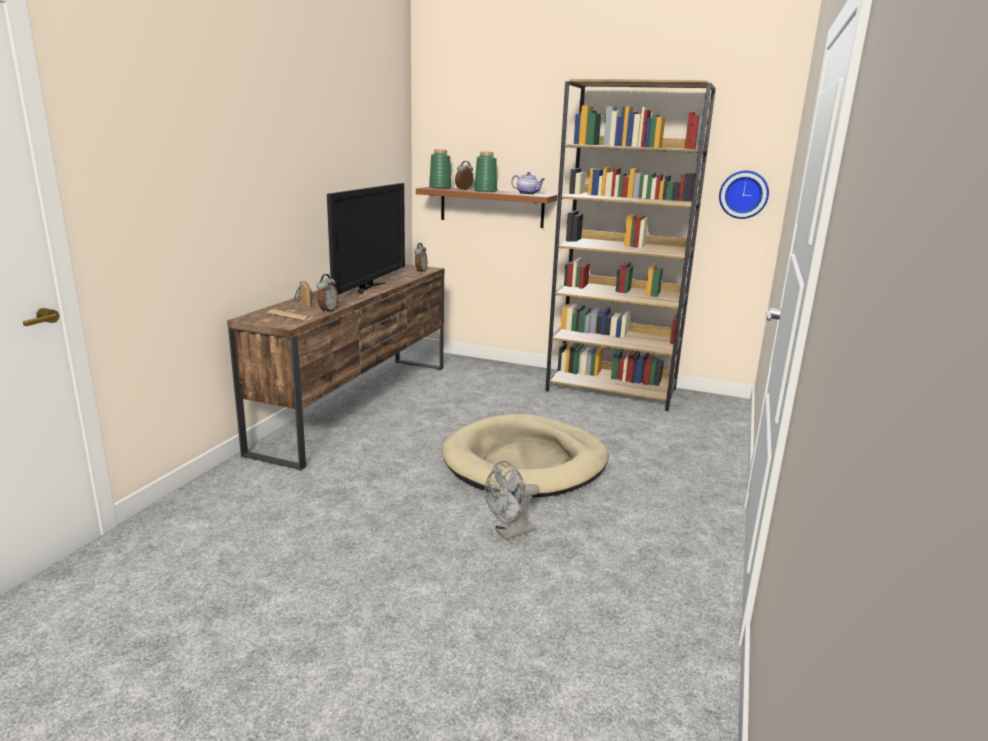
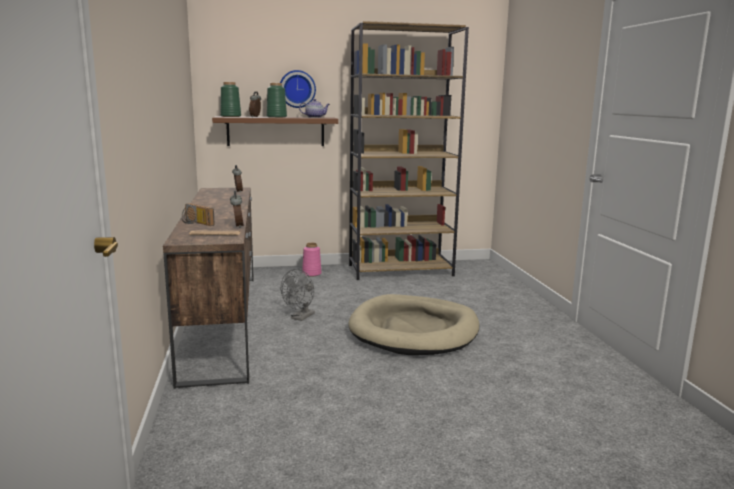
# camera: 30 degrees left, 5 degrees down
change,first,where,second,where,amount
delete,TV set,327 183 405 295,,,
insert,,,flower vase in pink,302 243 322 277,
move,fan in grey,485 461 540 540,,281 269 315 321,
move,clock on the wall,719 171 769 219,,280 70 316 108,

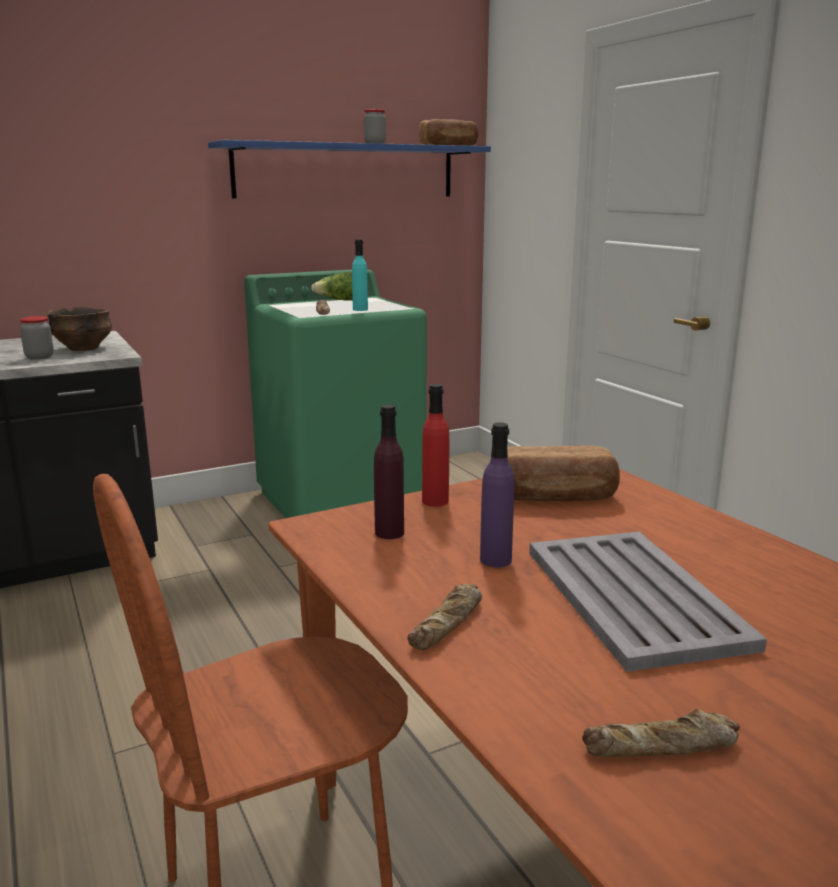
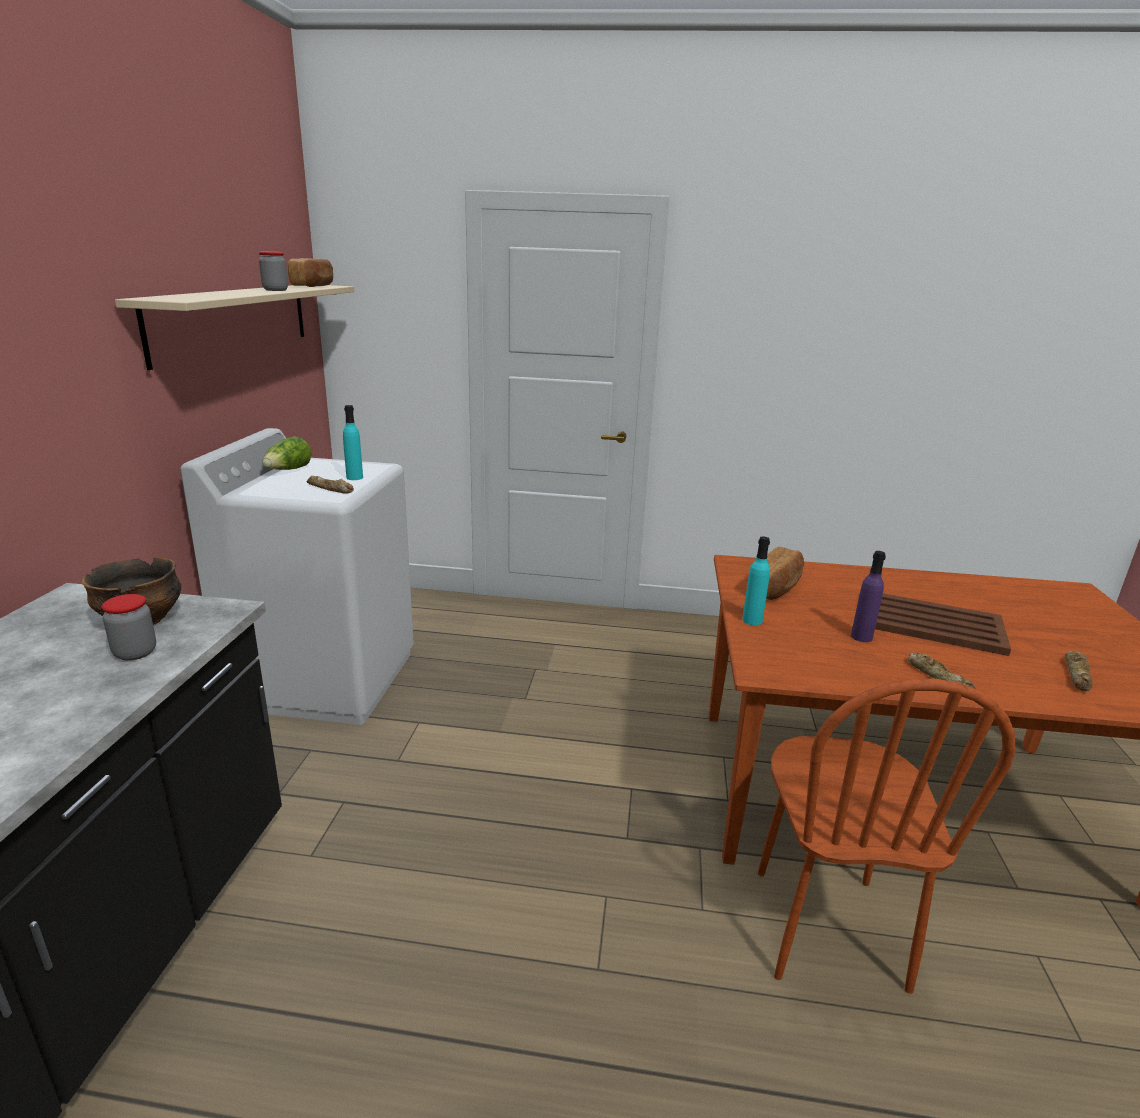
# camera: 55 degrees left, 5 degrees up
change,first,where,second,where,amount
delete,bottle in purple,374 404 404 539,,,
recolor,shelf in blue,208 140 491 198,shelf in sand-coloured,115 285 354 370,
recolor,laundry machine in greenish,244 269 427 518,laundry machine in white,180 428 414 725,
recolor,bottle in red-coloured,422 384 449 507,bottle in turquoise-coloured,742 536 770 625,
recolor,serving tray in grey,529 532 767 672,serving tray in brown-coloured,875 593 1011 656,

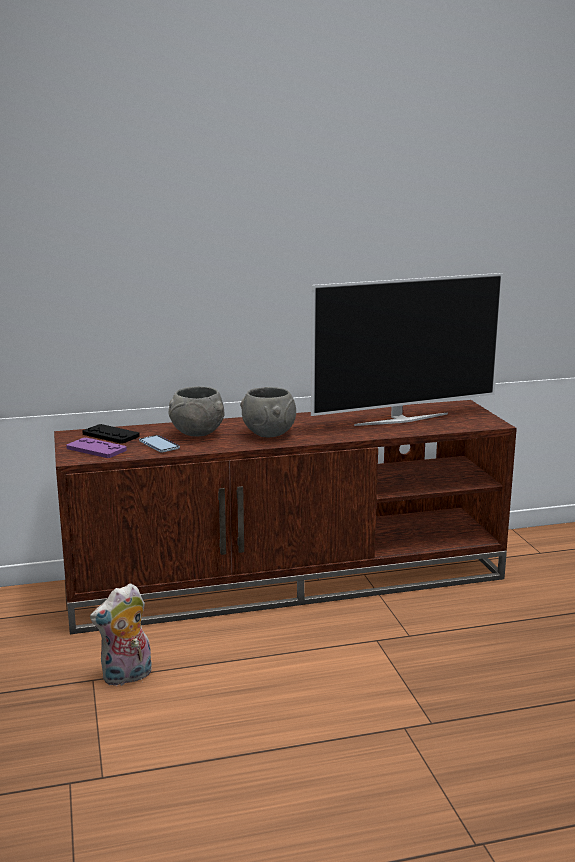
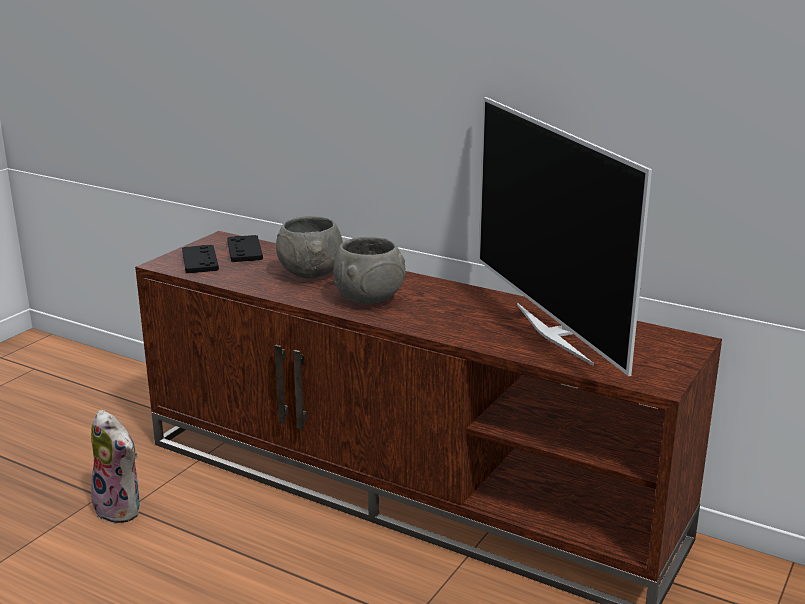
# camera: 45 degrees right, 5 degrees up
change,first,where,second,where,amount
delete,handset,139 435 180 452,,,
recolor,gamepad in purple,66 438 127 458,gamepad in black,182 245 219 273,
rotate,plush toy,90 583 152 686,,91 410 139 524,150 degrees counterclockwise
rotate,TV set,311 273 503 426,,478 97 652 376,45 degrees clockwise

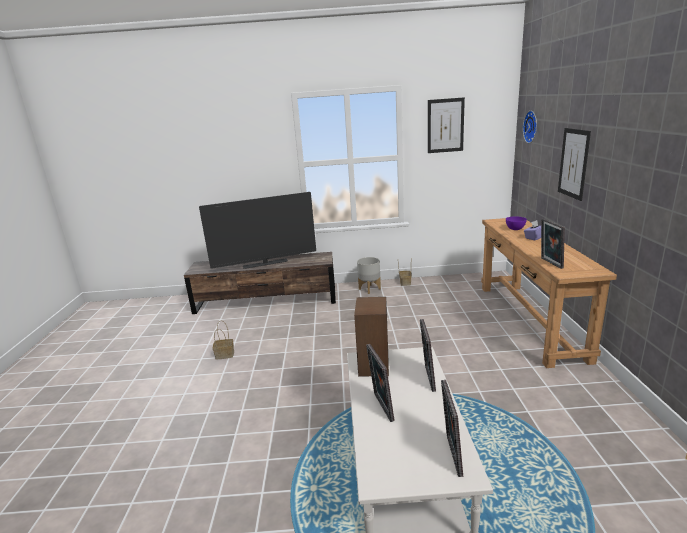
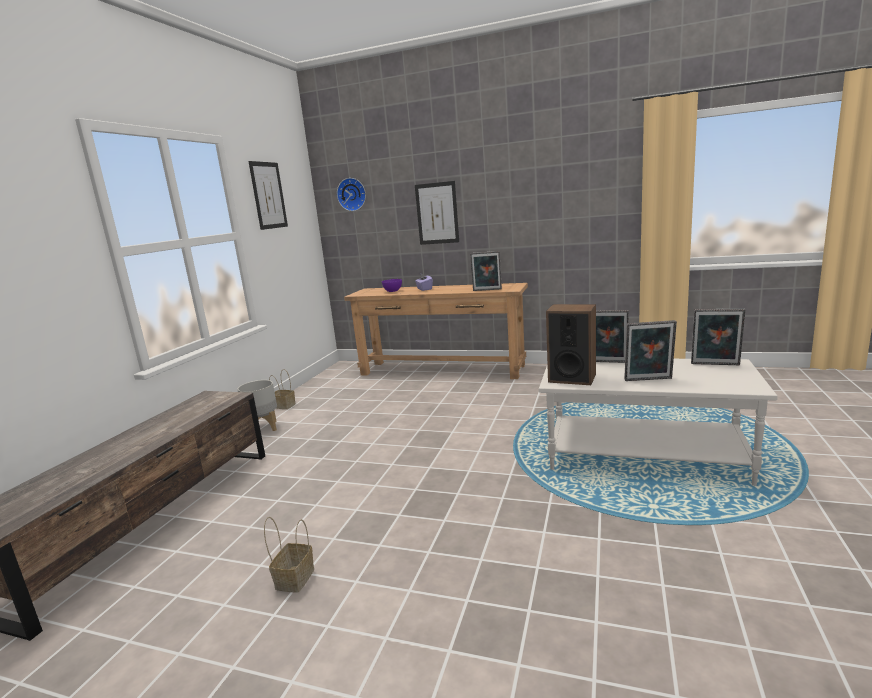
# camera: 70 degrees left, 5 degrees down
change,first,where,second,where,amount
delete,TV set,199 192 316 269,,,

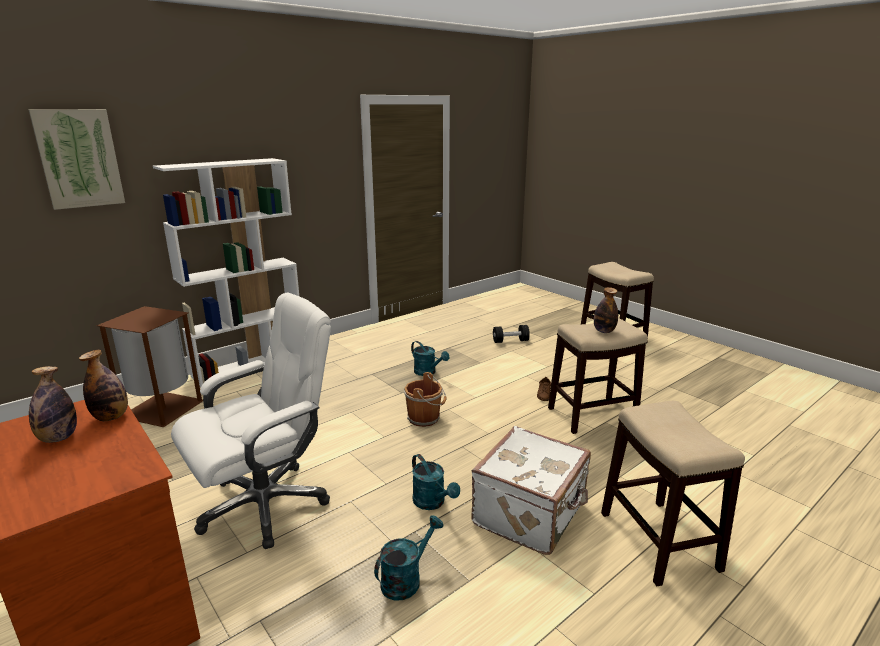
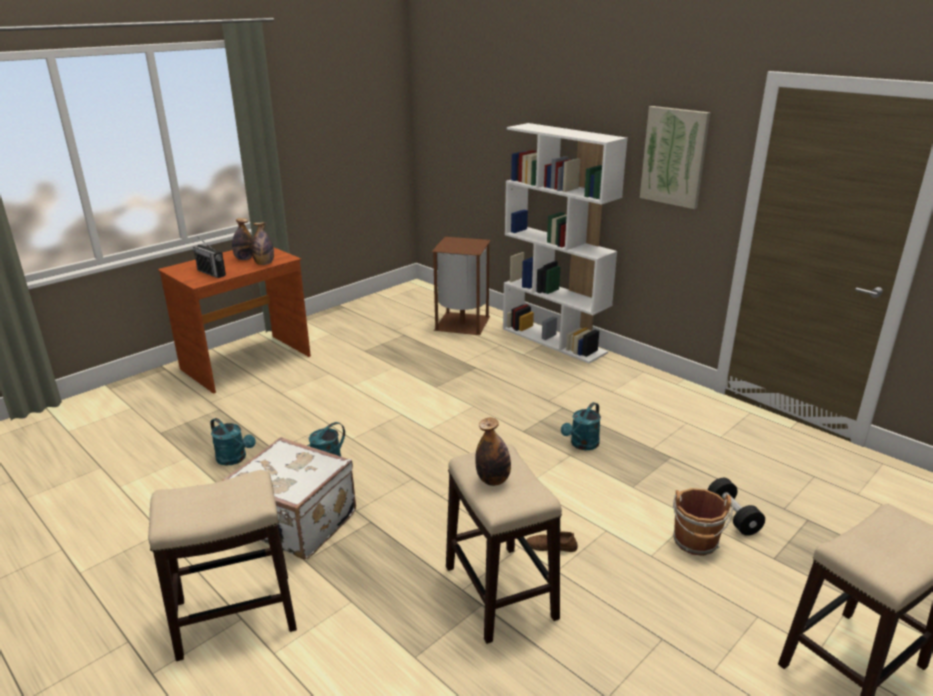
# camera: 85 degrees right, 5 degrees up
change,first,where,second,where,amount
delete,computer chair in white,171 293 331 549,,,
insert,,,radio set,193 236 226 278,
move,picture,29 109 125 210,,640 106 710 209,
move,pail in brown-coloured,404 372 447 427,,673 488 734 556,

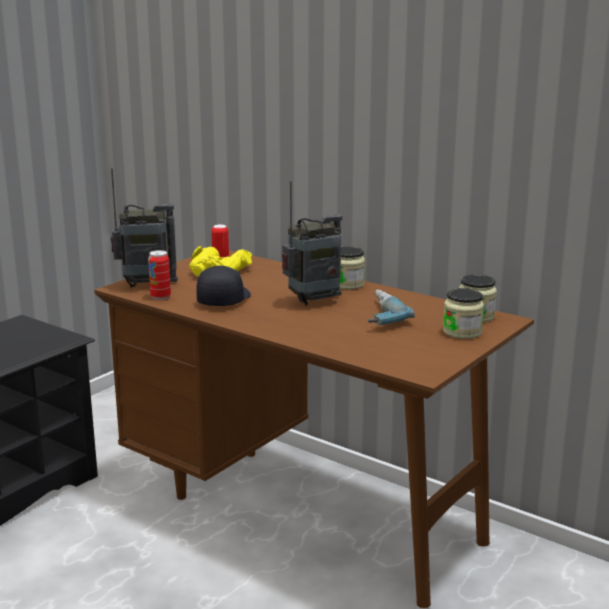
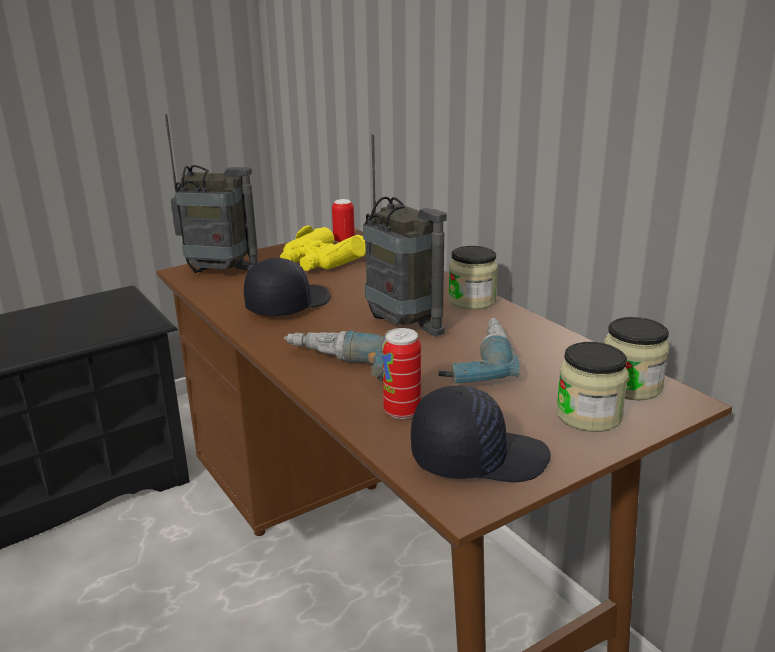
# camera: 20 degrees right, 5 degrees up
change,first,where,second,where,amount
insert,,,drill,284 331 385 381,
insert,,,peaked cap in black,411 385 551 482,
move,sealed can,148 250 171 300,,382 328 421 419,
rotate,radio set,282 181 343 306,,363 134 447 336,60 degrees clockwise

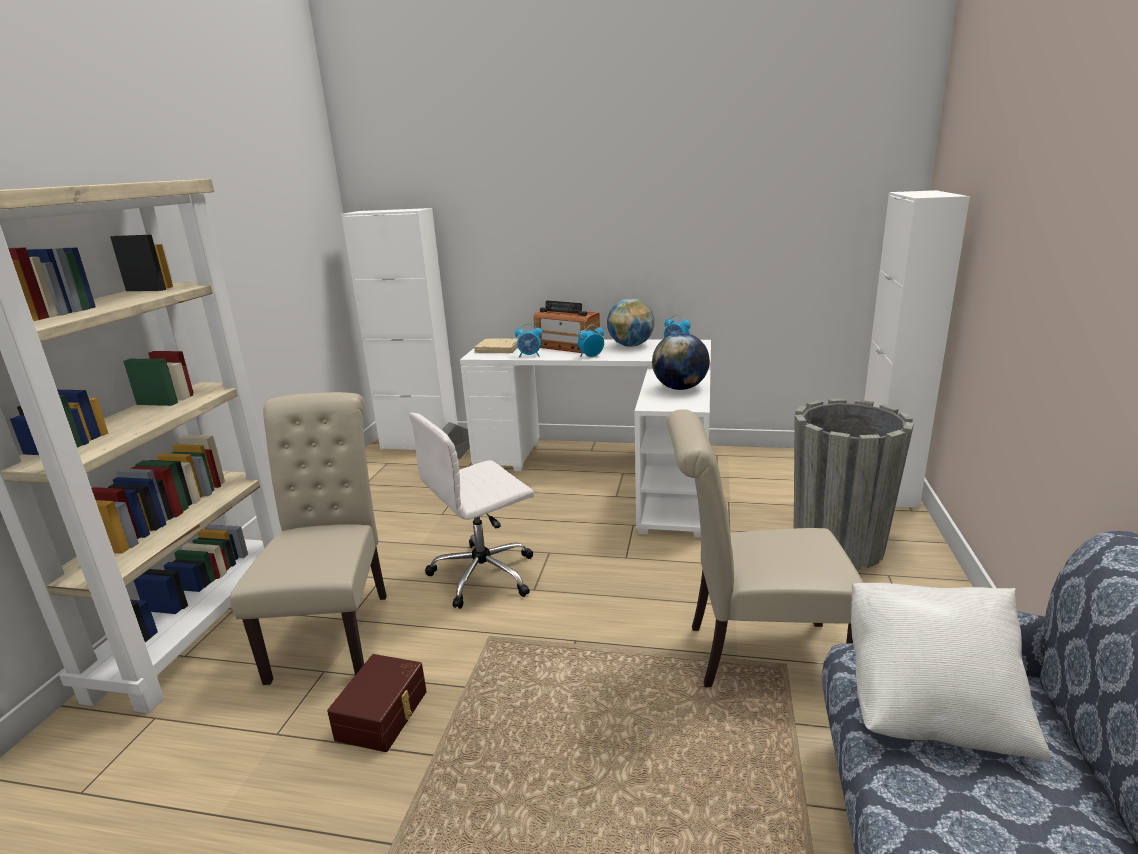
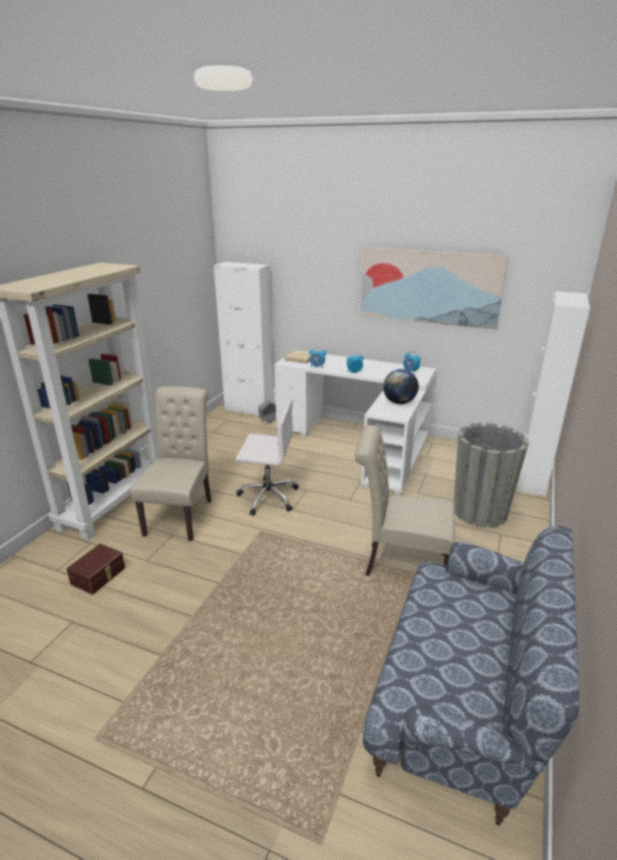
# camera: 10 degrees right, 5 degrees up
change,first,where,second,where,amount
delete,radio set,534 300 600 353,,,
delete,world globe,607 299 655 347,,,
delete,throw pillow in white,851 583 1050 761,,,
insert,,,picture,361 247 509 330,
move,storage box in brown-coloured,327 654 427 752,,67 544 125 595,
rotate,computer chair in white,409 413 534 609,,236 399 298 516,150 degrees counterclockwise

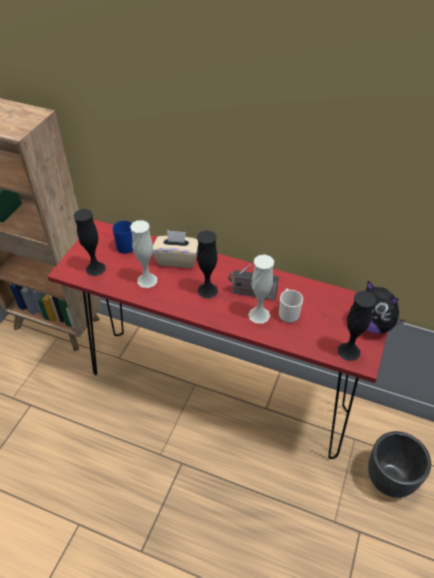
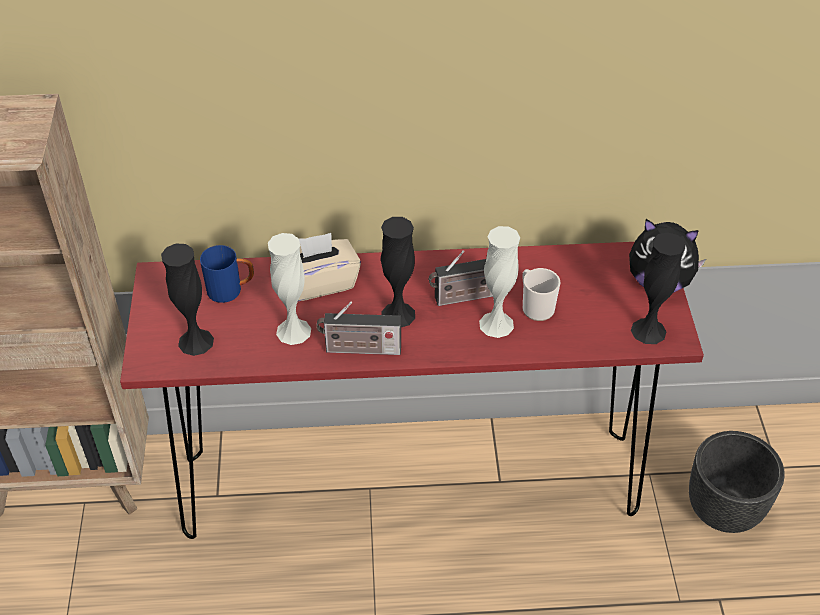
# camera: 25 degrees left, 0 degrees up
change,first,where,second,where,amount
insert,,,radio set,316 302 401 355,

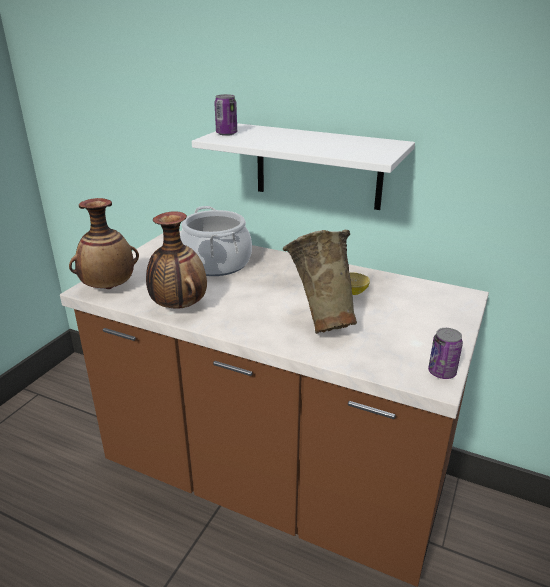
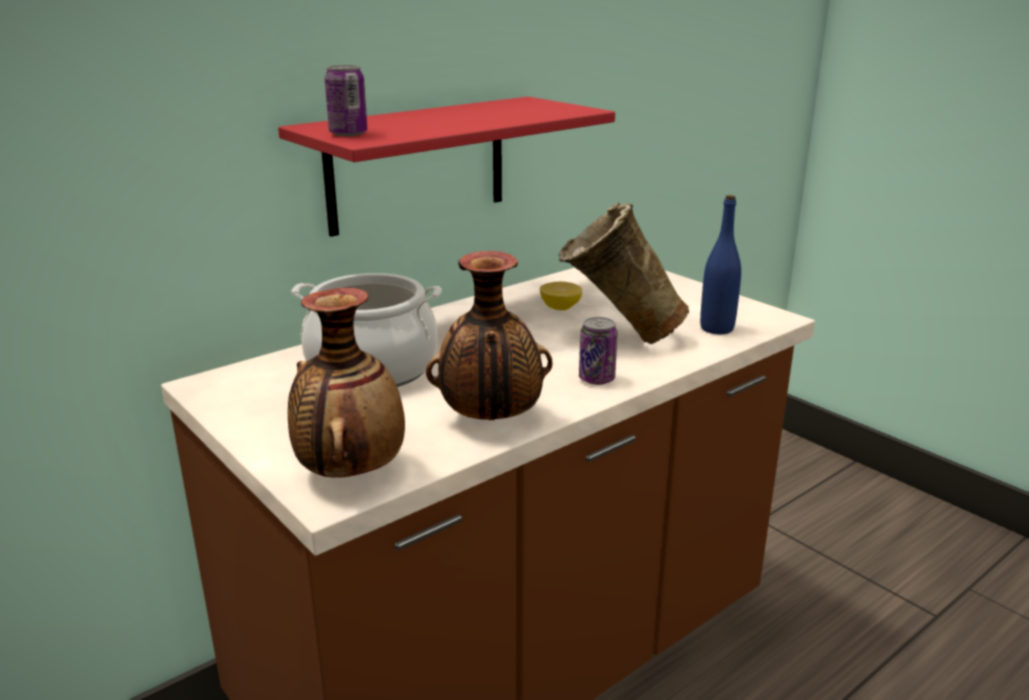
# camera: 65 degrees left, 5 degrees down
change,first,where,second,where,amount
insert,,,bottle in blue,700 195 741 334,
move,sealed can,428 328 463 379,,579 317 617 385,
recolor,shelf in white,192 123 415 210,shelf in red-coloured,278 97 615 237,

